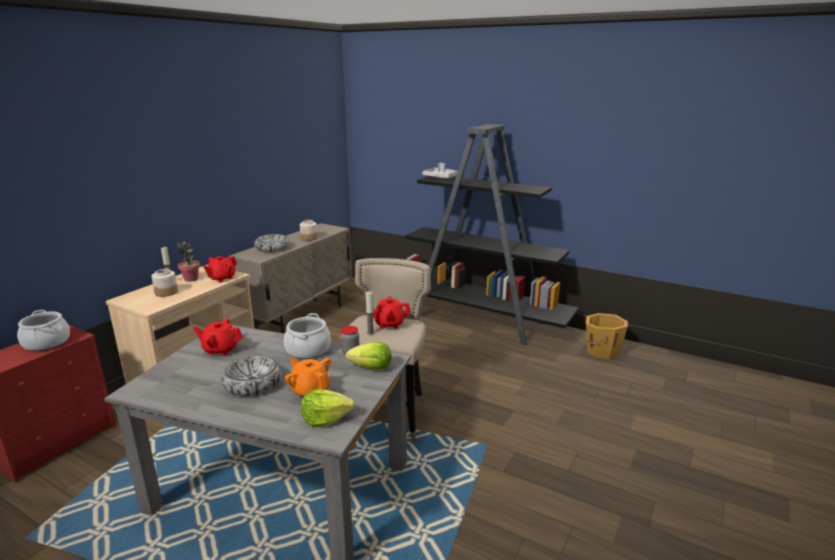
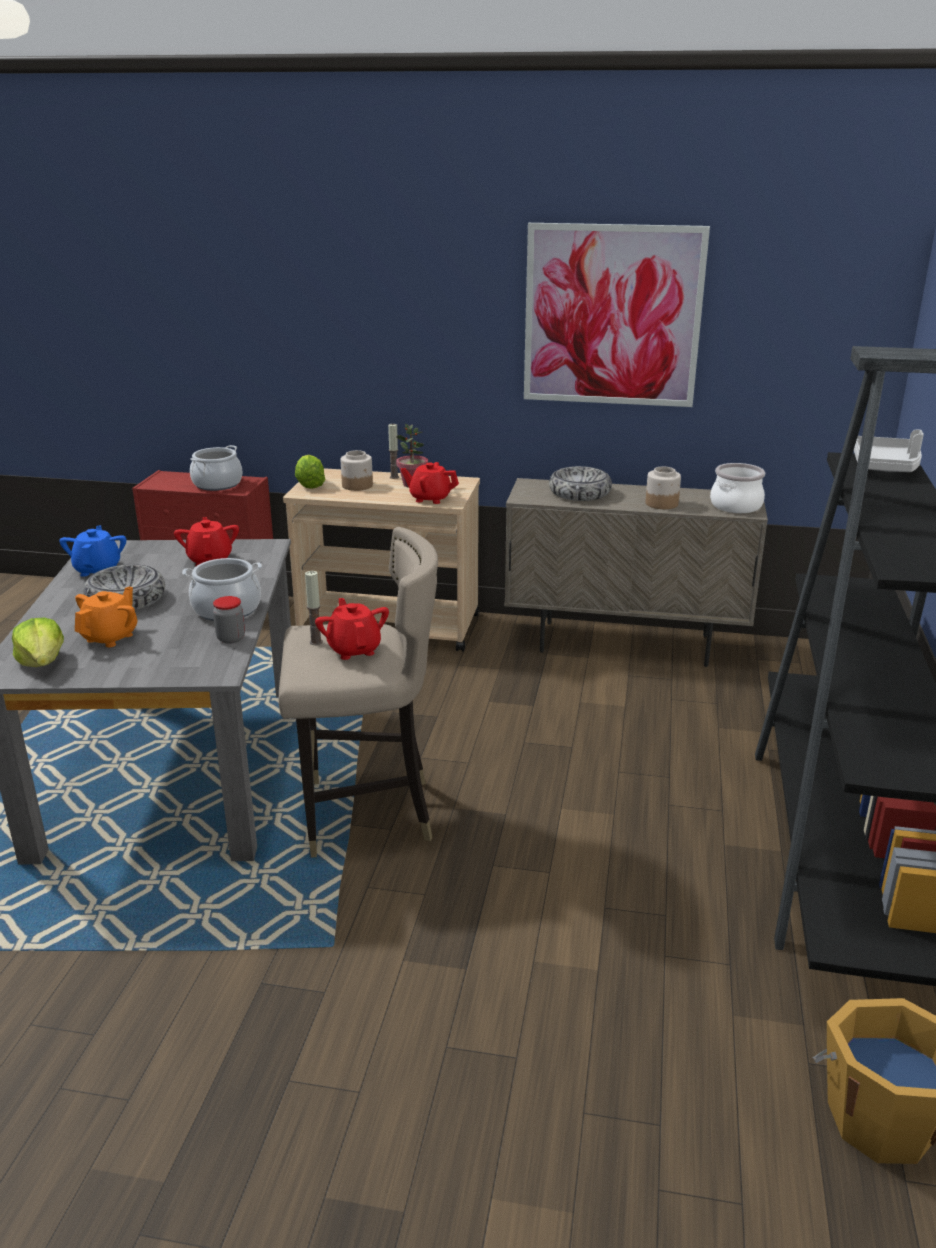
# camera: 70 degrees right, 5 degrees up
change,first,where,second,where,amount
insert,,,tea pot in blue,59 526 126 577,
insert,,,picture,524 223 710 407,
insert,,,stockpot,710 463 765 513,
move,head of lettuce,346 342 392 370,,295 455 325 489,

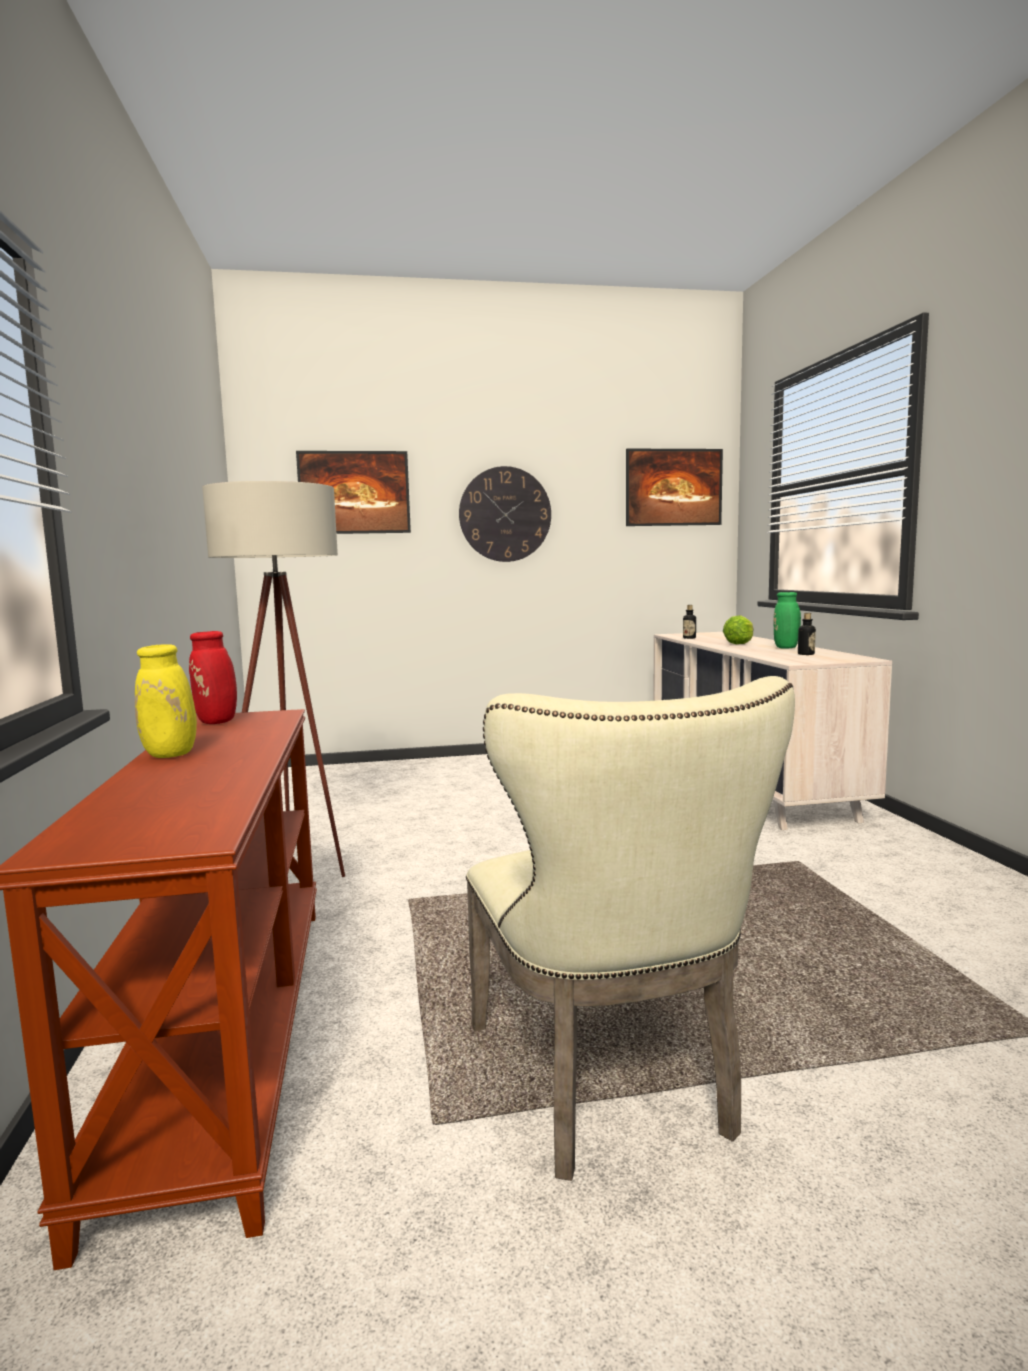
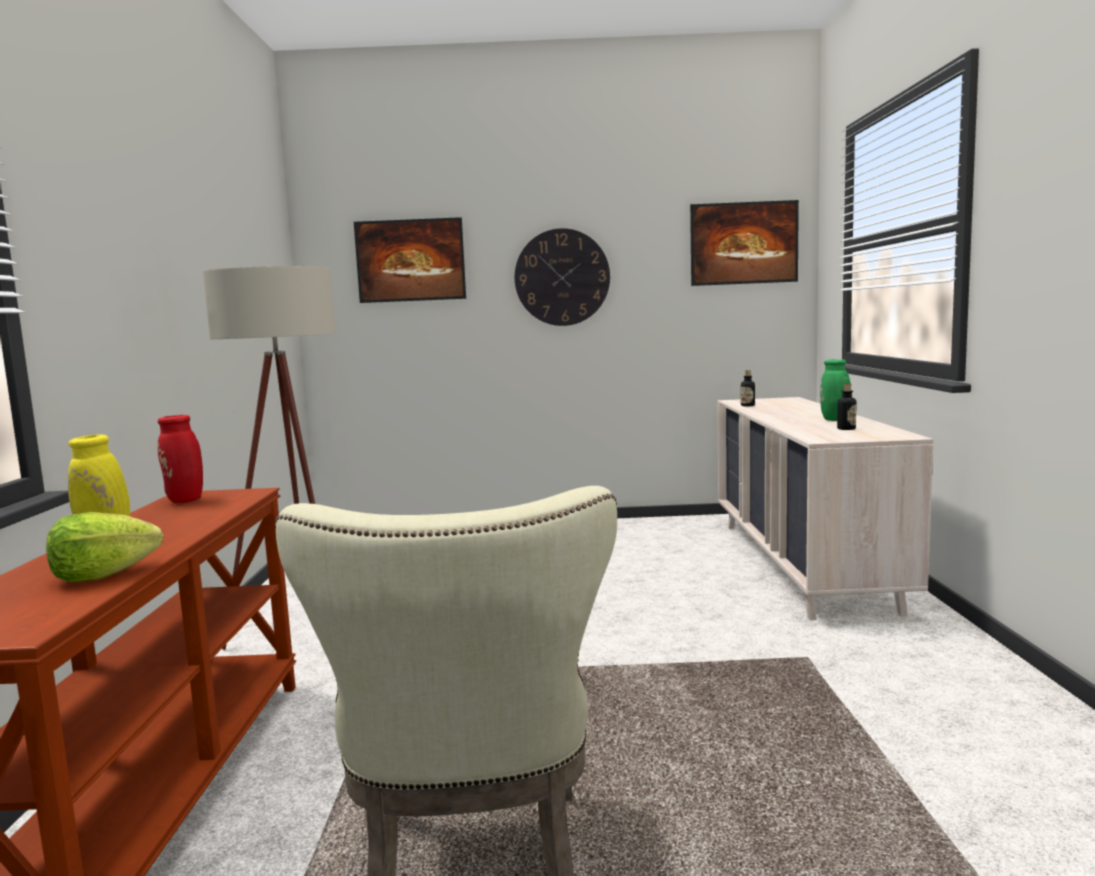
# camera: 10 degrees right, 0 degrees up
change,first,where,second,where,amount
move,head of lettuce,723 615 753 644,,46 512 163 582,

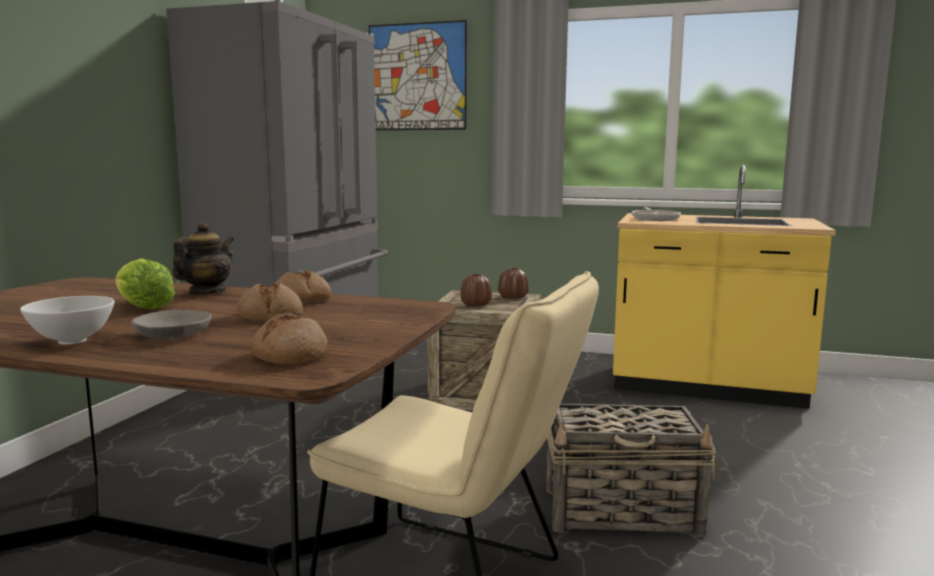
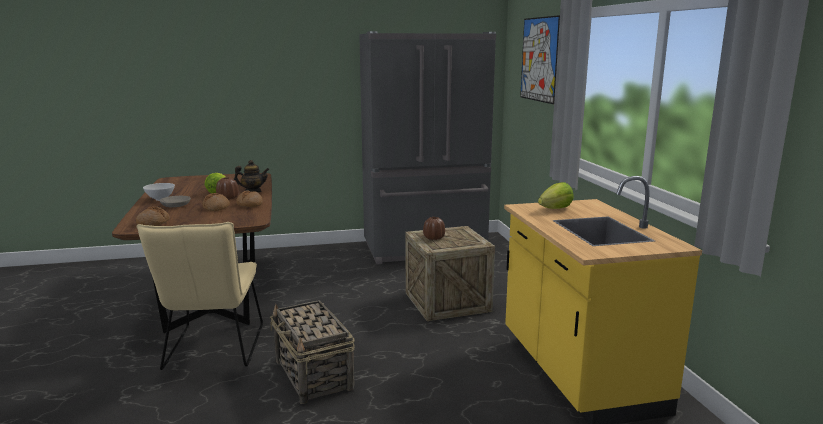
# camera: 60 degrees right, 5 degrees up
change,first,where,second,where,amount
move,flower vase in brown-coloured,498 268 528 299,,216 177 239 200,
replace,skillet,632 207 681 221,head of lettuce,538 182 574 209,

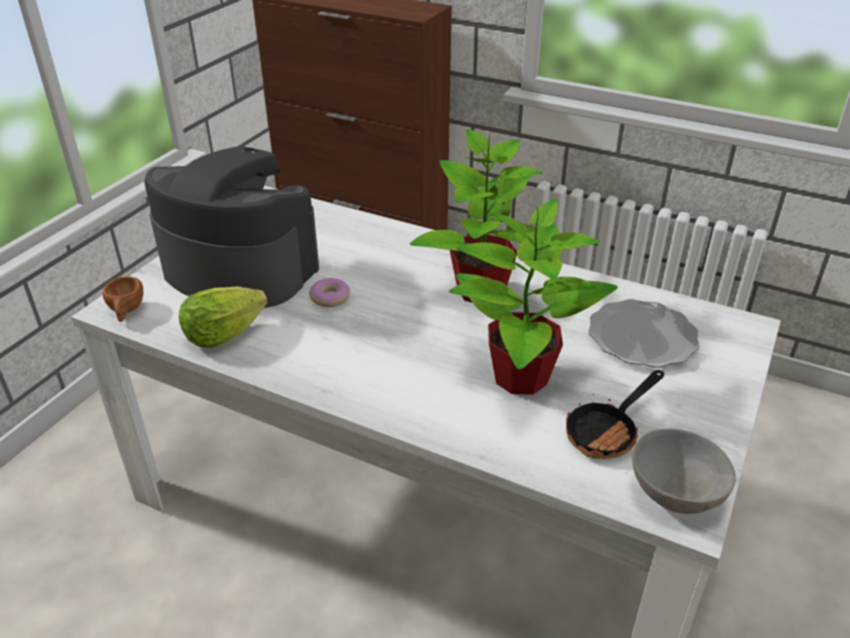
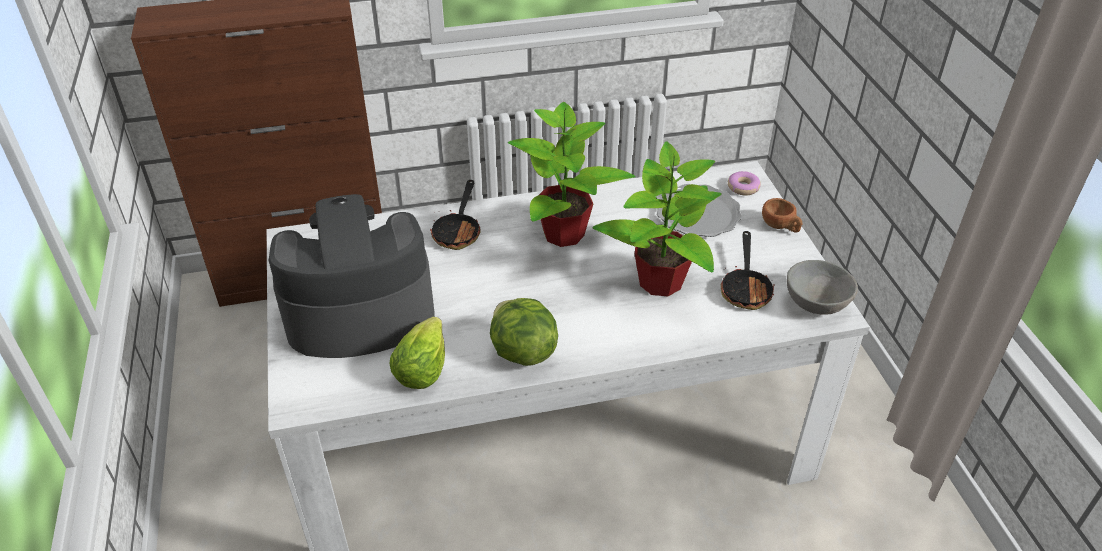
# camera: 40 degrees left, 5 degrees up
change,first,where,second,where,amount
insert,,,skillet,430 180 480 250,
insert,,,head of lettuce,490 298 558 366,
move,drinking cup in brown-coloured,102 276 143 322,,762 198 802 233,
move,doughnut,309 278 350 307,,728 171 761 195,

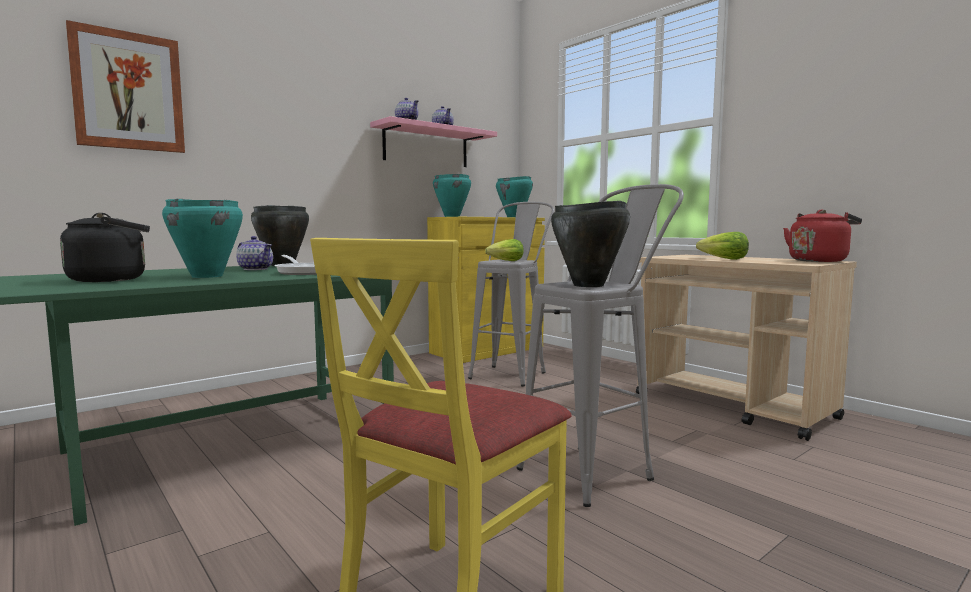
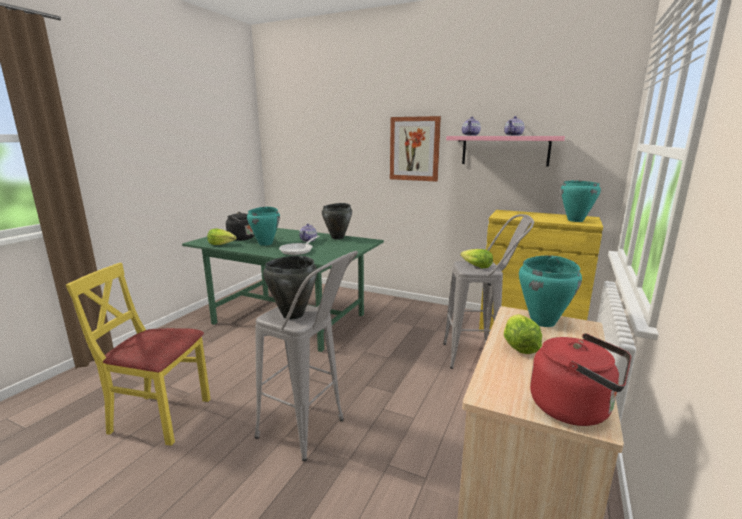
# camera: 65 degrees right, 10 degrees up
change,first,where,second,where,amount
insert,,,head of lettuce,207 229 237 245,
move,picture,66 20 185 153,,390 116 441 182,
move,stockpot in turquoise-coloured,433 174 471 217,,519 255 582 327,

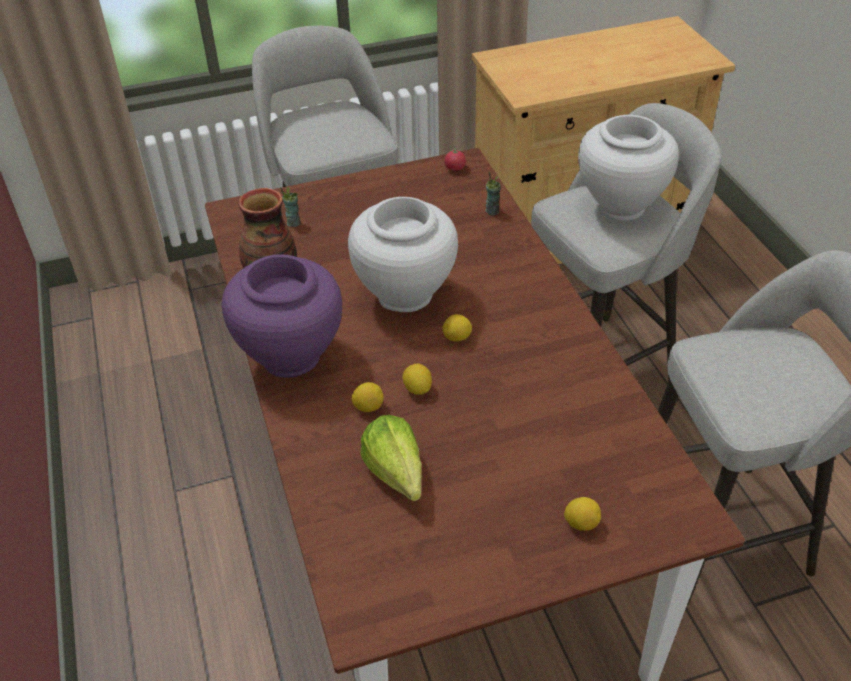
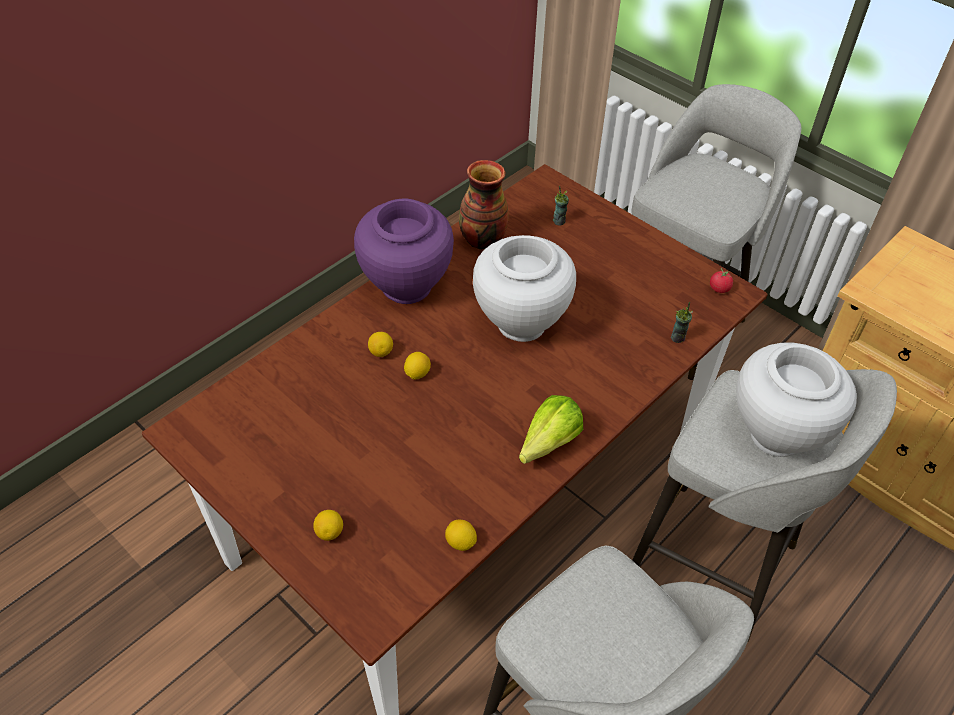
# camera: 60 degrees right, 5 degrees up
change,first,where,second,where,amount
move,head of lettuce,360 415 422 501,,519 395 583 464,
move,citrus fruit,443 314 472 341,,445 520 477 551,

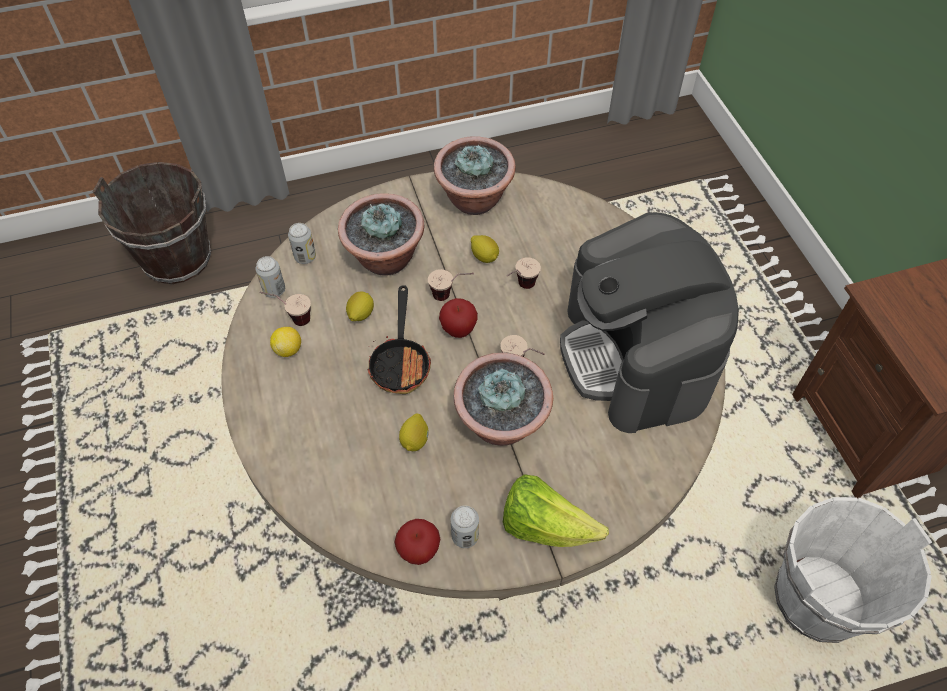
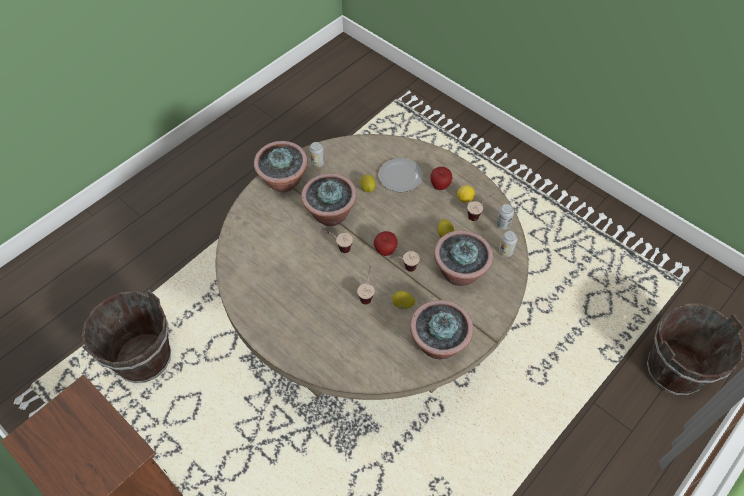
# camera: 150 degrees right, 0 degrees up
change,first,where,second,where,amount
delete,skillet,368 285 431 394,,,
delete,coffee machine,560 212 739 433,,,
insert,,,flat dish,379 158 423 192,
move,apple fruit,394 519 440 565,,430 167 453 190,
replace,head of lettuce,503 474 609 547,houseplant,254 141 308 192,
recolor,pail in white,774 497 932 643,pail in brown-coloured,82 290 171 383,

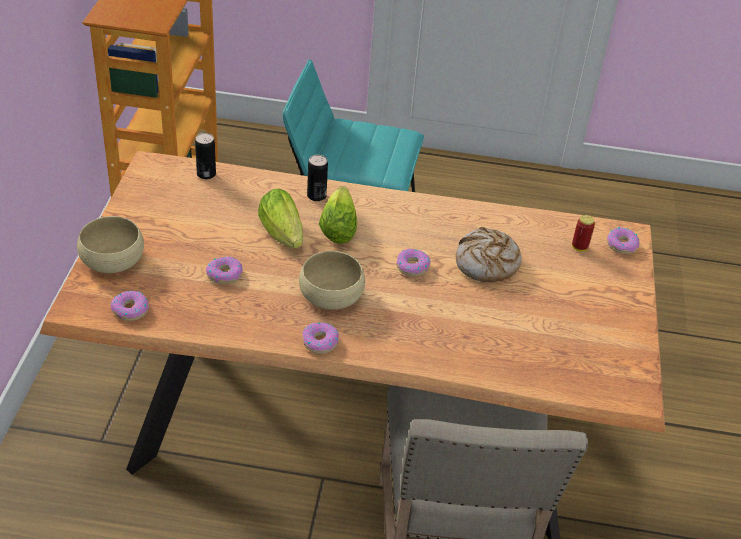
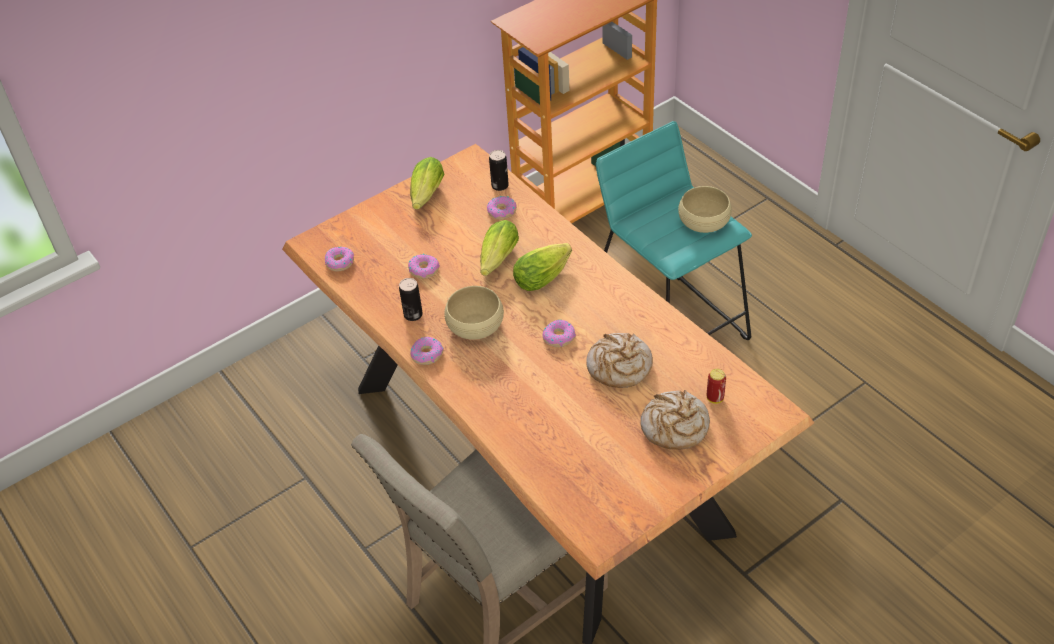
# camera: 50 degrees right, 5 degrees up
change,first,where,second,where,amount
insert,,,head of lettuce,410 157 444 210,
insert,,,baked bread,640 390 710 450,
move,bowl in sand-coloured,77 216 144 273,,678 186 732 233,
move,sealed can,307 155 328 201,,399 278 423 321,
move,doughnut,607 227 639 254,,487 196 517 220,

